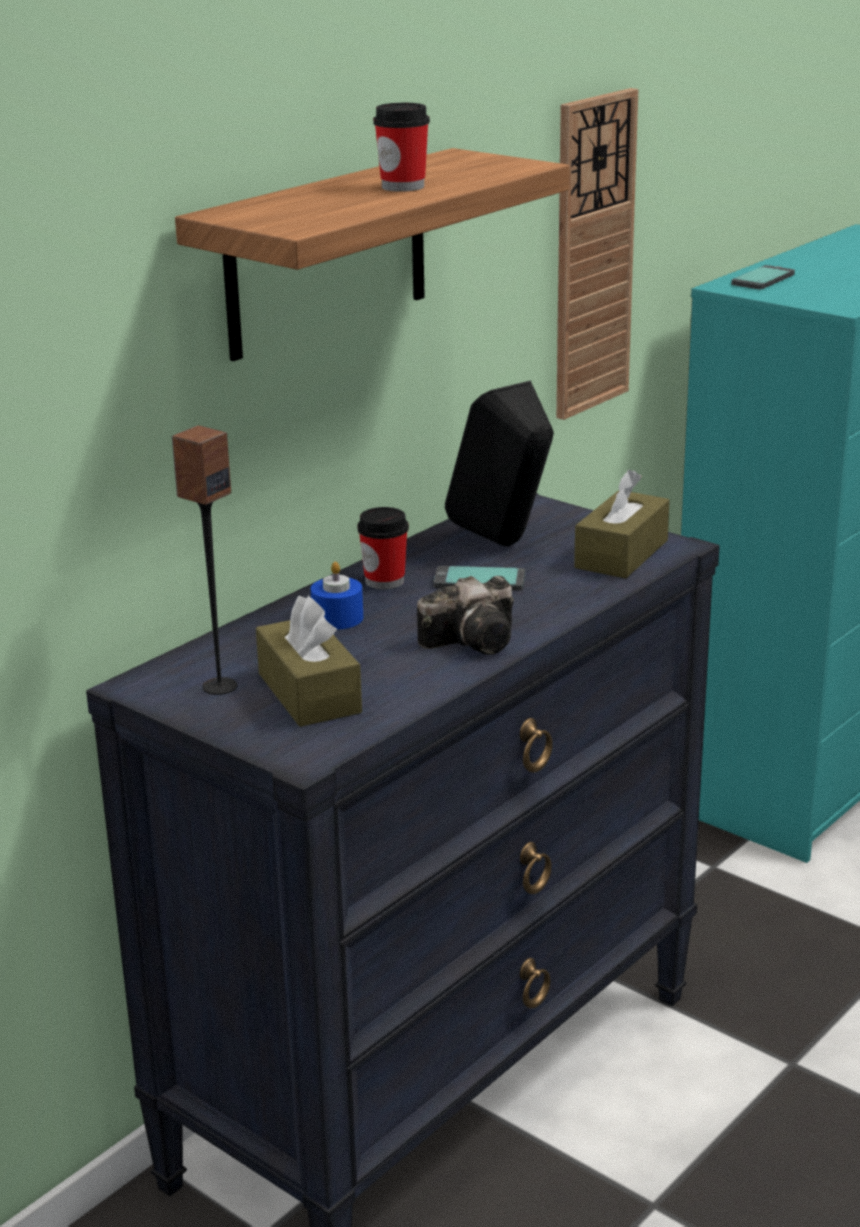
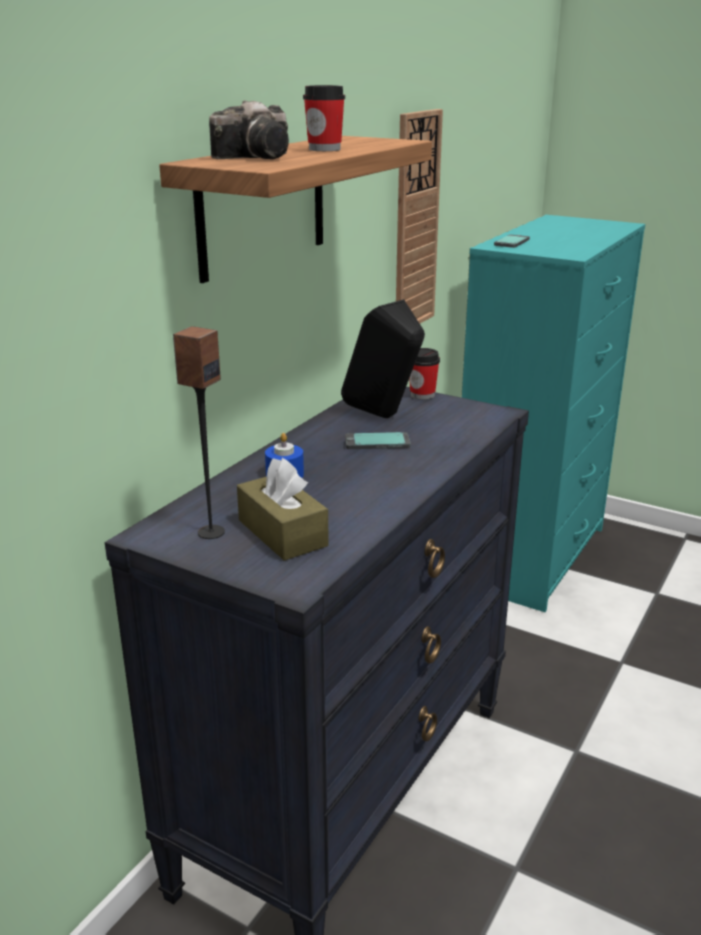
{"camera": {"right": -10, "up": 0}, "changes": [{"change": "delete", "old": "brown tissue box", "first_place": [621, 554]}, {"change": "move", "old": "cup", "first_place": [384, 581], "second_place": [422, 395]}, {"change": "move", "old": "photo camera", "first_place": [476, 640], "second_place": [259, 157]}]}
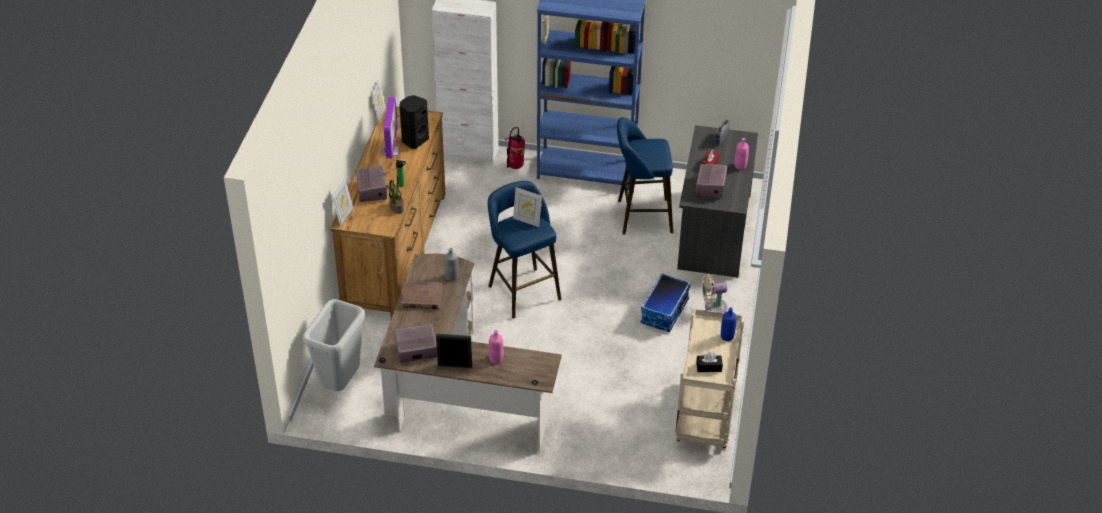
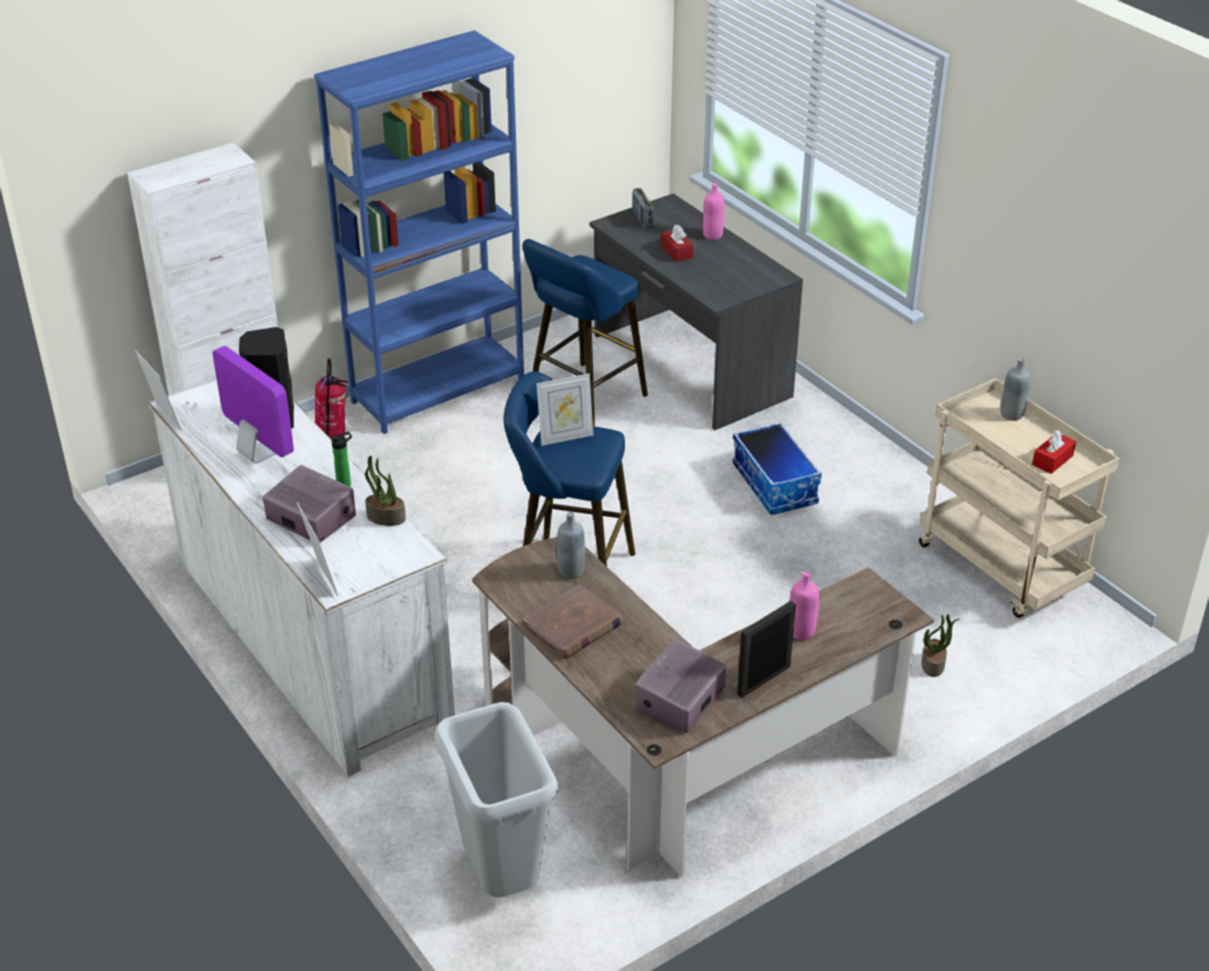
{"camera": {"right": -45, "up": -5}, "changes": [{"change": "delete", "old": "radio", "first_place": [710, 186]}, {"change": "delete", "old": "beige fan", "first_place": [713, 307]}, {"change": "insert", "new": "potted plant", "second_place": [933, 664]}, {"change": "recolor", "old": "brown dresser", "new": "white dresser", "first_place": [395, 250], "second_place": [312, 640]}, {"change": "recolor", "old": "black tissue box", "new": "red tissue box", "first_place": [709, 367], "second_place": [1052, 460]}, {"change": "recolor", "old": "blue bottle", "new": "grey bottle", "first_place": [727, 336], "second_place": [1011, 414]}]}
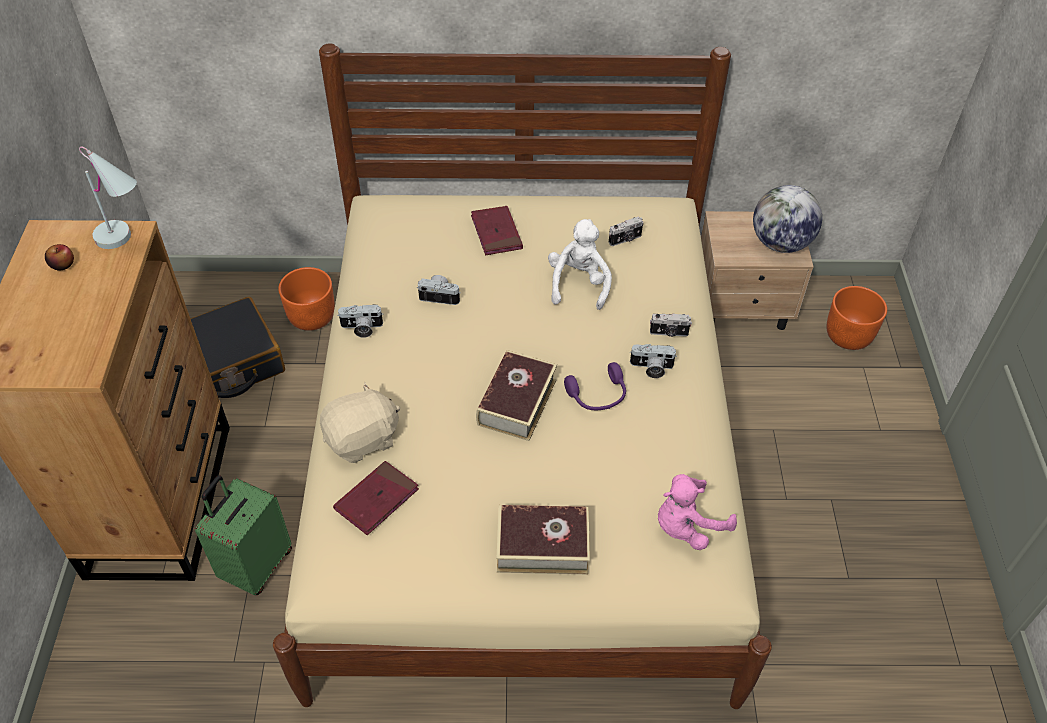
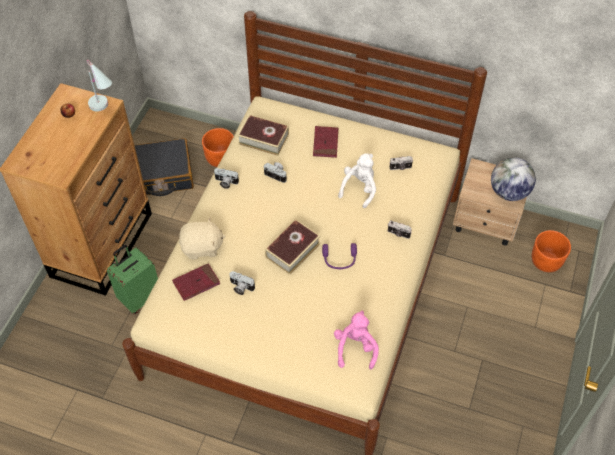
{"camera": {"right": 20, "up": 5}, "changes": [{"change": "move", "old": "book", "first_place": [542, 545], "second_place": [263, 139]}, {"change": "move", "old": "photo camera", "first_place": [651, 368], "second_place": [240, 287]}, {"change": "rotate", "old": "pink plush toy", "first_place": [687, 526], "second_place": [355, 348], "degrees": 105}]}
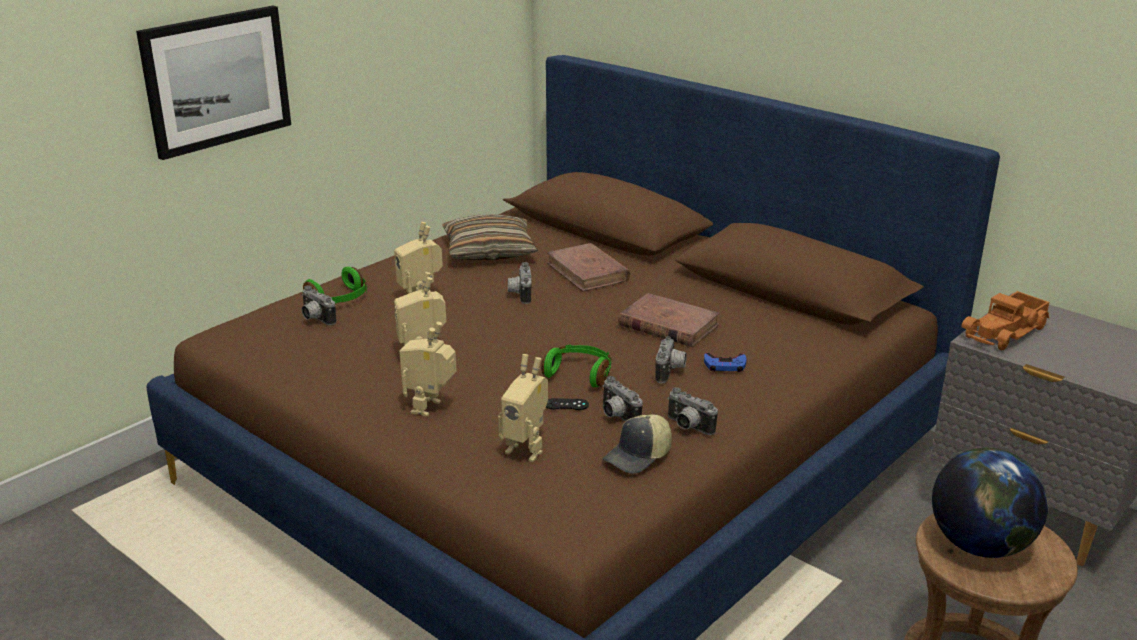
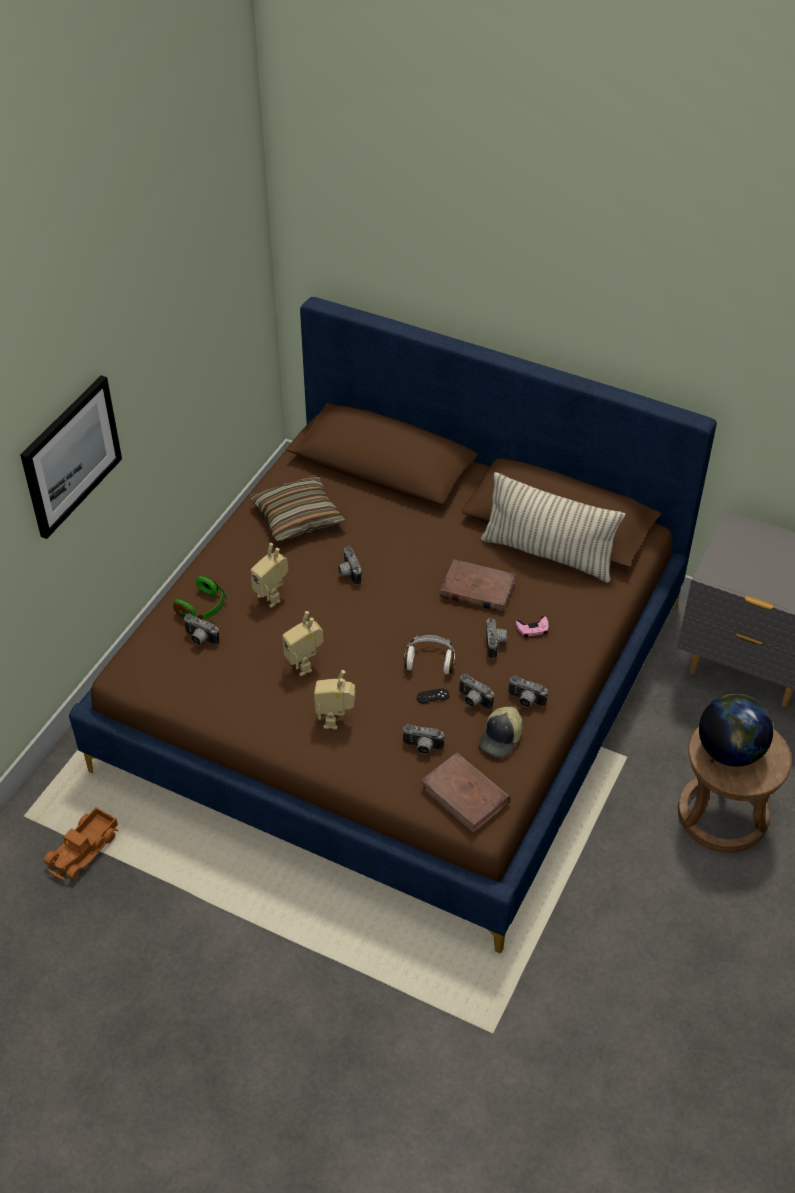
{"camera": {"right": -15, "up": 20}, "changes": [{"change": "insert", "new": "pillow", "second_place": [548, 554]}, {"change": "move", "old": "brown book", "first_place": [587, 272], "second_place": [465, 795]}, {"change": "move", "old": "toy truck", "first_place": [1006, 332], "second_place": [84, 850]}, {"change": "replace", "old": "toy robot", "new": "photo camera", "first_place": [526, 449], "second_place": [422, 748]}, {"change": "recolor", "old": "green headphones", "new": "white headphones", "first_place": [579, 373], "second_place": [430, 660]}, {"change": "recolor", "old": "blue game controller", "new": "pink game controller", "first_place": [725, 366], "second_place": [533, 628]}]}
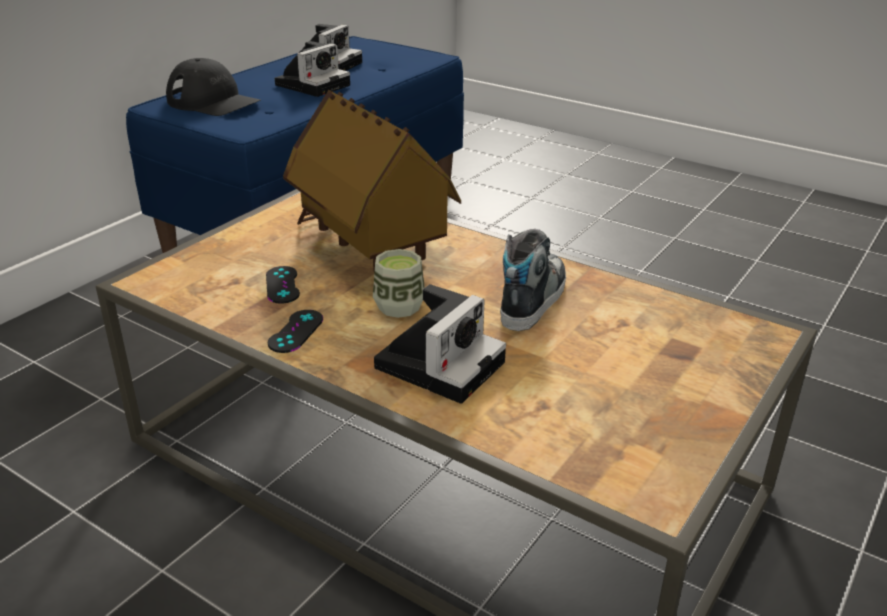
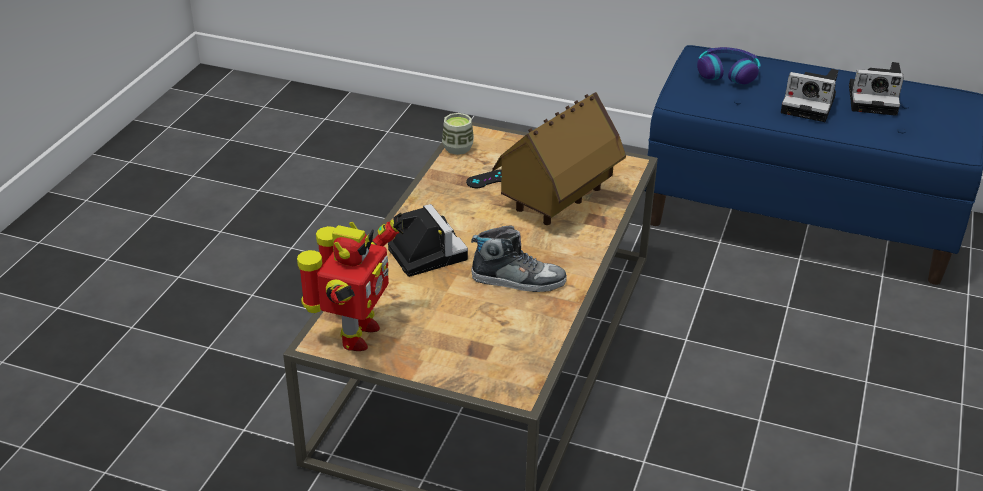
{"camera": {"right": 75, "up": 5}, "changes": [{"change": "delete", "old": "black game controller", "first_place": [296, 331]}, {"change": "insert", "new": "toy robot", "second_place": [355, 336]}, {"change": "move", "old": "cup", "first_place": [399, 306], "second_place": [457, 148]}, {"change": "replace", "old": "black cap", "new": "headphones", "first_place": [213, 102], "second_place": [727, 73]}, {"change": "rotate", "old": "photo camera", "first_place": [441, 362], "second_place": [425, 253], "degrees": -135}]}
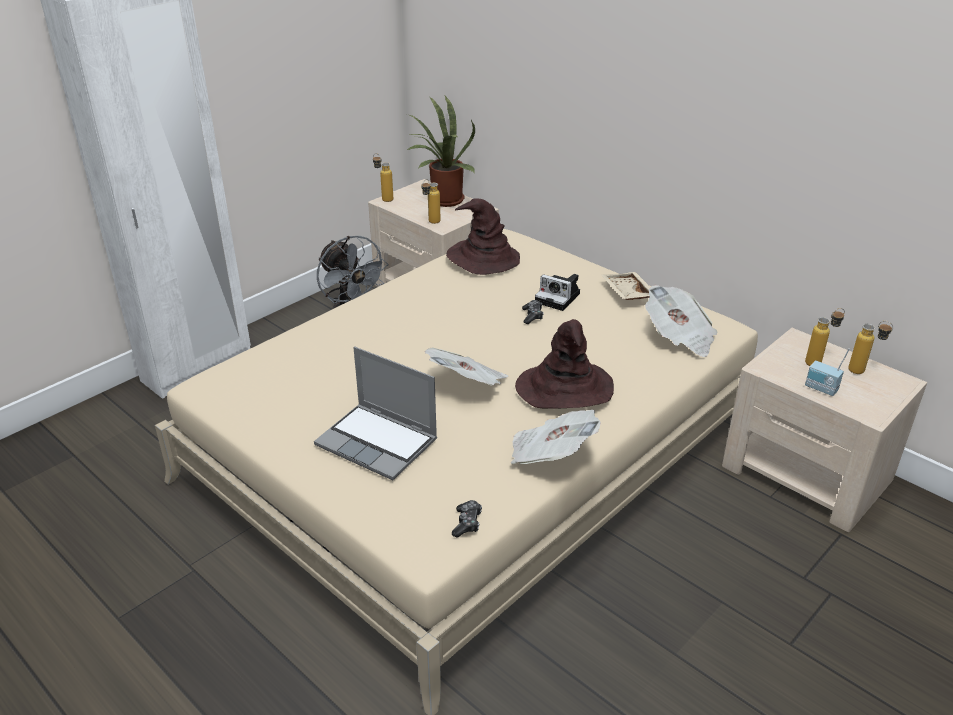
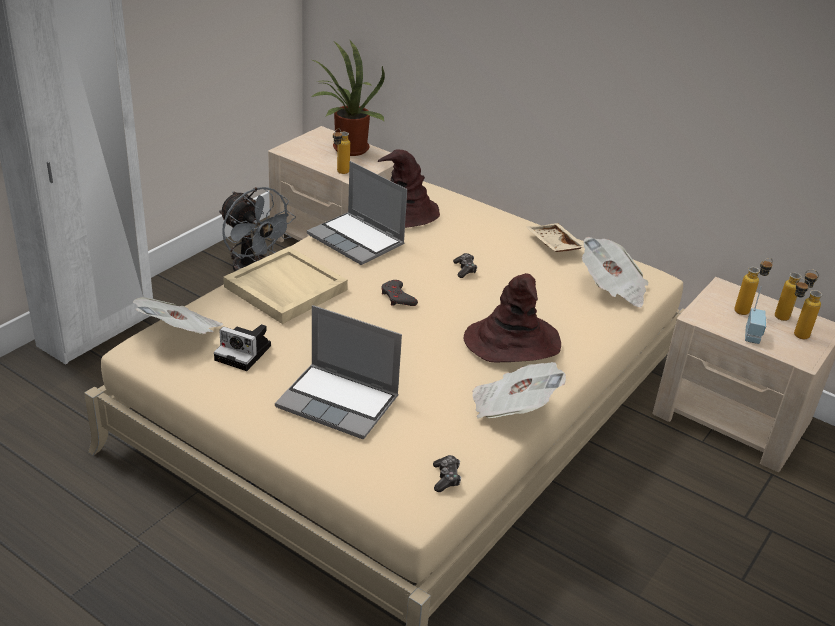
{"camera": {"right": -10, "up": 0}, "changes": [{"change": "insert", "new": "beige tray", "second_place": [284, 288]}, {"change": "insert", "new": "laptop", "second_place": [357, 240]}, {"change": "insert", "new": "grey game controller", "second_place": [397, 297]}, {"change": "move", "old": "bottle", "first_place": [384, 198], "second_place": [794, 333]}, {"change": "move", "old": "newspaper", "first_place": [468, 384], "second_place": [181, 334]}, {"change": "move", "old": "photo camera", "first_place": [559, 298], "second_place": [245, 353]}, {"change": "rotate", "old": "radio", "first_place": [820, 389], "second_place": [753, 336], "degrees": -105}]}
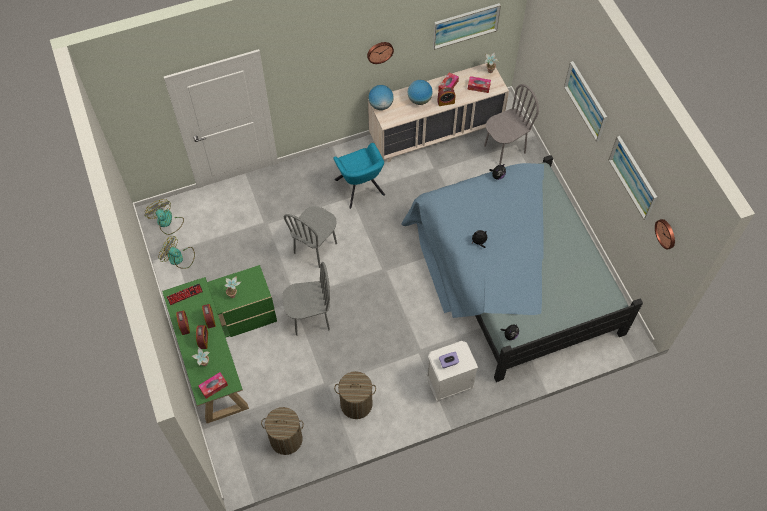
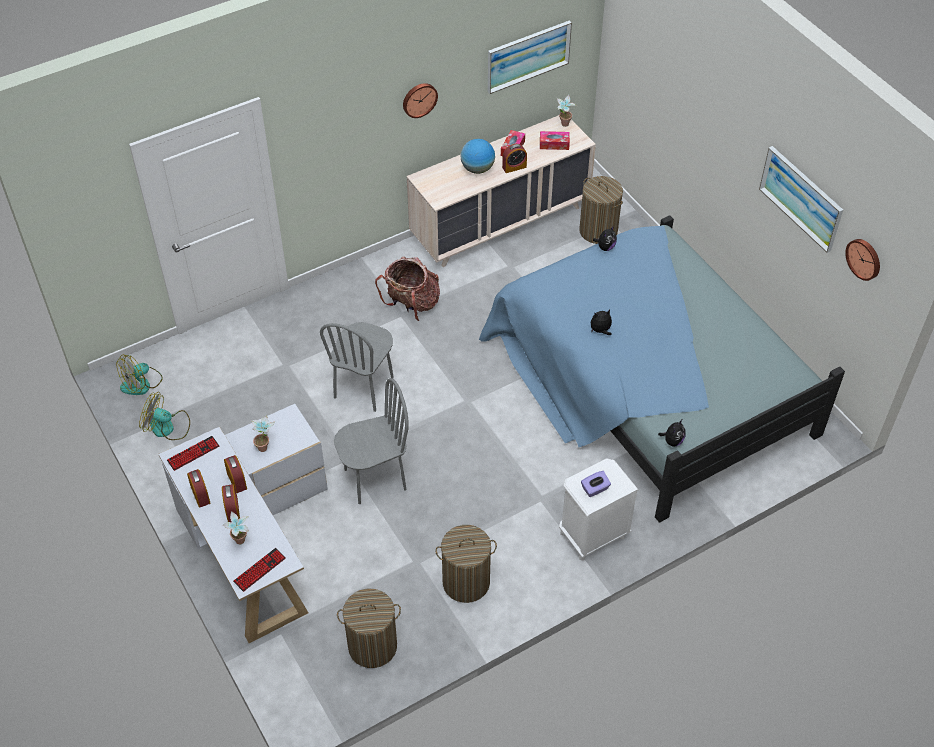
{"camera": {"right": -10, "up": -10}, "changes": [{"change": "delete", "old": "globe", "first_place": [381, 105]}, {"change": "delete", "old": "picture", "first_place": [586, 100]}, {"change": "replace", "old": "tissue box", "new": "keyboard", "first_place": [213, 387], "second_place": [259, 570]}, {"change": "replace", "old": "turquoise armchair", "new": "backpack", "first_place": [360, 188], "second_place": [412, 304]}, {"change": "replace", "old": "grey chair", "new": "laundry basket", "first_place": [504, 149], "second_place": [598, 231]}, {"change": "recolor", "old": "green desk", "new": "white desk", "first_place": [222, 351], "second_place": [253, 540]}, {"change": "rotate", "old": "fan", "first_place": [167, 222], "second_place": [141, 383], "degrees": -90}]}
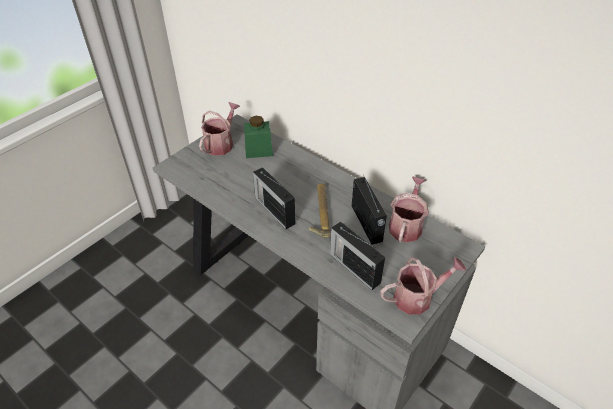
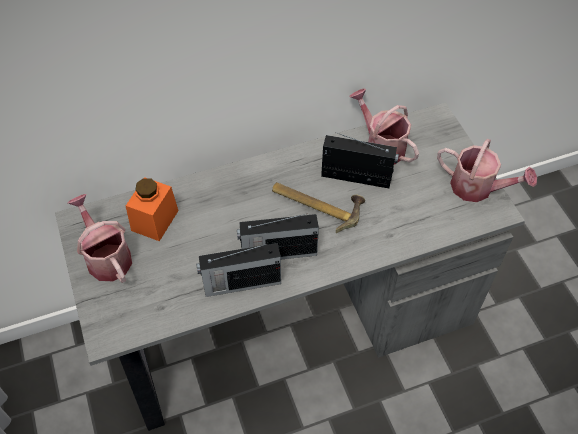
{"camera": {"right": -60, "up": 10}, "changes": [{"change": "move", "old": "radio", "first_place": [354, 267], "second_place": [240, 283]}, {"change": "recolor", "old": "green jar", "new": "orange jar", "first_place": [258, 150], "second_place": [155, 220]}, {"change": "rotate", "old": "watering can", "first_place": [417, 297], "second_place": [478, 188], "degrees": 105}]}
